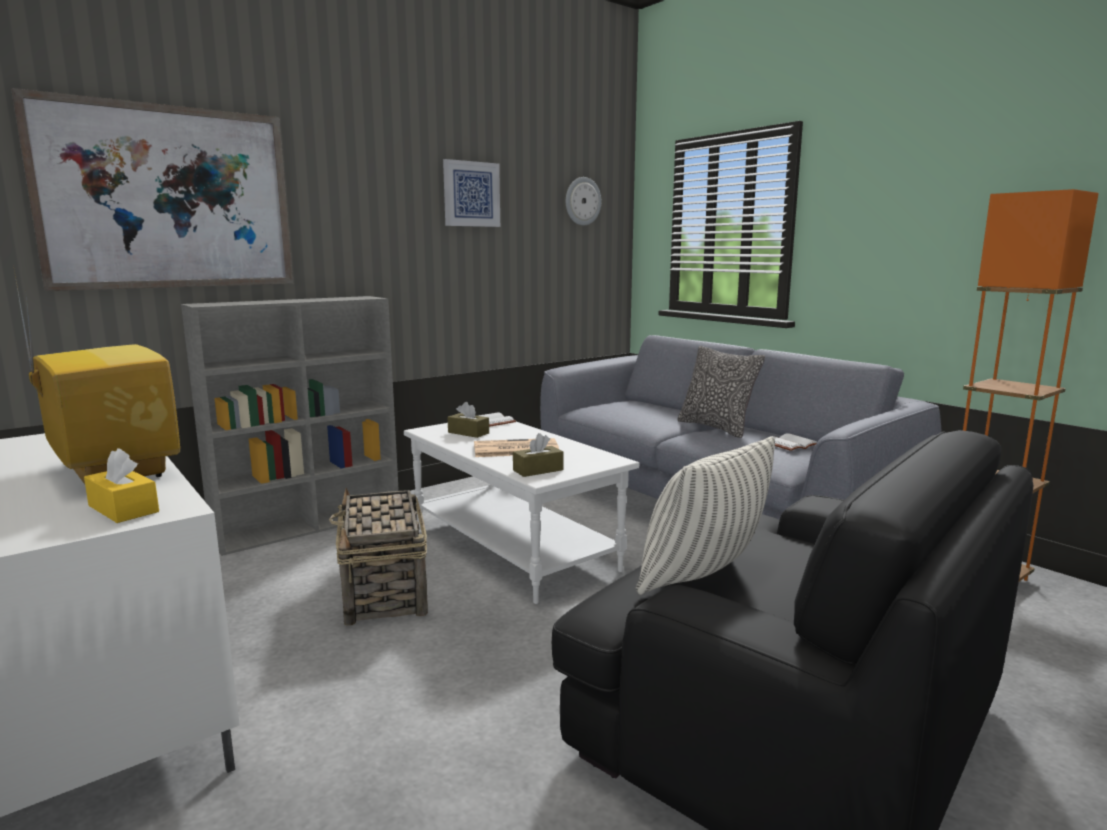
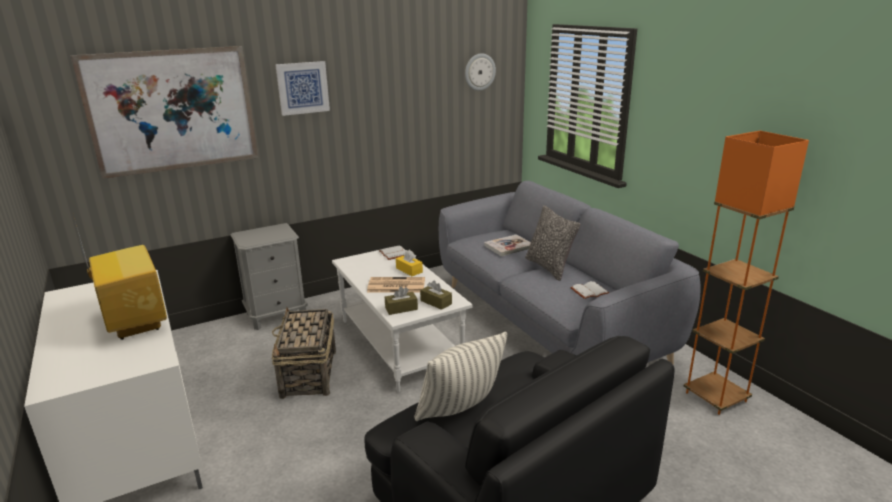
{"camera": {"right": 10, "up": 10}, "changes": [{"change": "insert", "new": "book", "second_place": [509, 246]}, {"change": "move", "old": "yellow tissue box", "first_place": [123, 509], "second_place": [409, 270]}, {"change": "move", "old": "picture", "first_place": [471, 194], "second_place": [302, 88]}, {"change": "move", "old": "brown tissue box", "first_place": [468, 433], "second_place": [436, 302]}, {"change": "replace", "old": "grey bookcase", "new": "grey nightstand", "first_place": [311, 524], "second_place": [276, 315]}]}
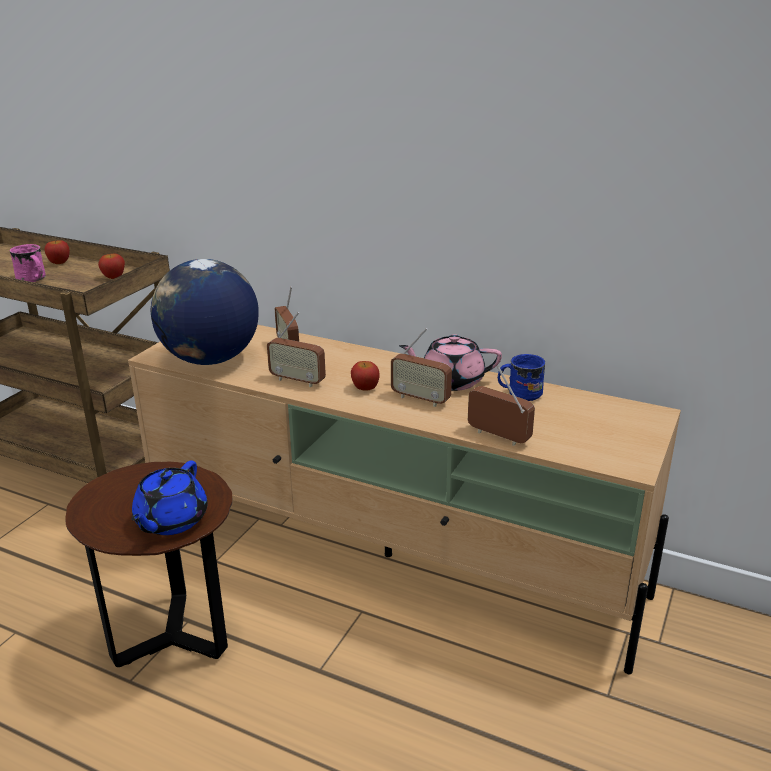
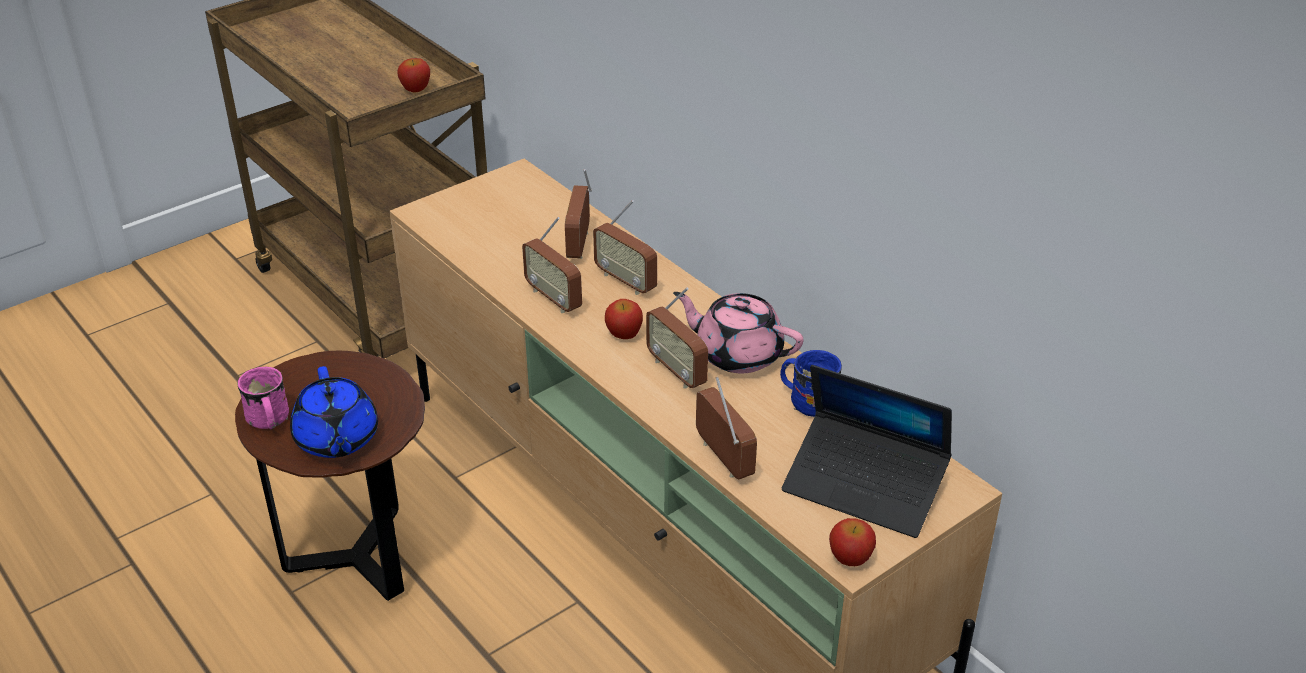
{"camera": {"right": 25, "up": 10}, "changes": [{"change": "delete", "old": "globe", "first_place": [210, 359]}, {"change": "insert", "new": "radio", "second_place": [626, 281]}, {"change": "insert", "new": "laptop", "second_place": [864, 486]}, {"change": "move", "old": "pink mug", "first_place": [33, 280], "second_place": [268, 422]}, {"change": "move", "old": "apple", "first_place": [59, 262], "second_place": [850, 558]}, {"change": "rotate", "old": "blue teapot", "first_place": [170, 521], "second_place": [337, 439], "degrees": -60}]}
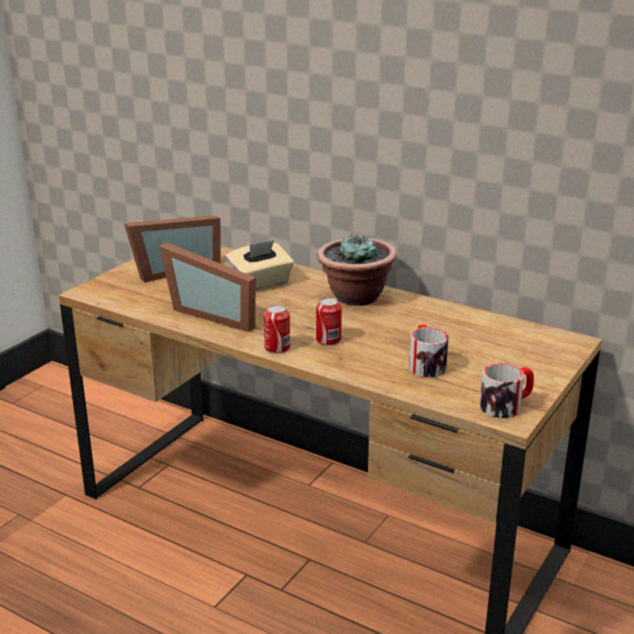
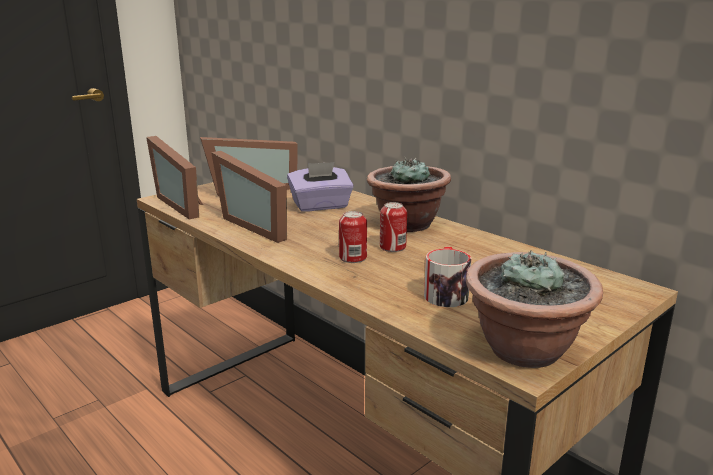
{"camera": {"right": 15, "up": -5}, "changes": [{"change": "insert", "new": "picture frame", "second_place": [184, 204]}, {"change": "move", "old": "can", "first_place": [277, 347], "second_place": [392, 247]}, {"change": "replace", "old": "mug", "new": "potted plant", "first_place": [506, 405], "second_place": [525, 351]}, {"change": "recolor", "old": "beige tissue box", "new": "purple tissue box", "first_place": [260, 284], "second_place": [321, 206]}]}
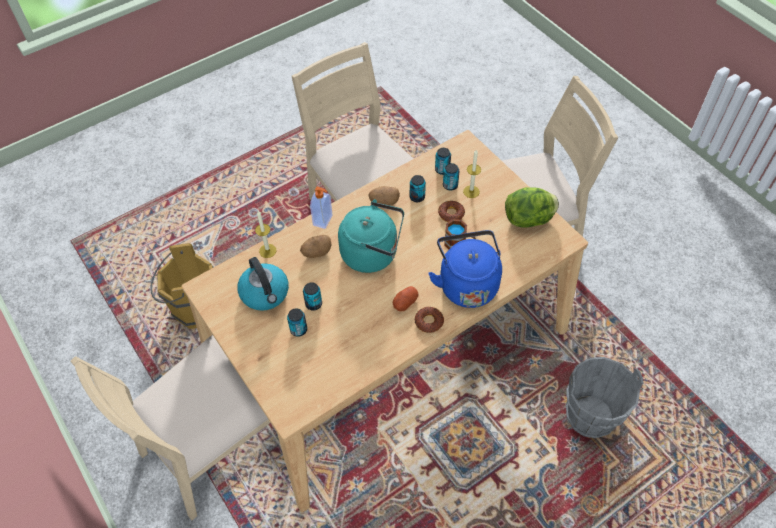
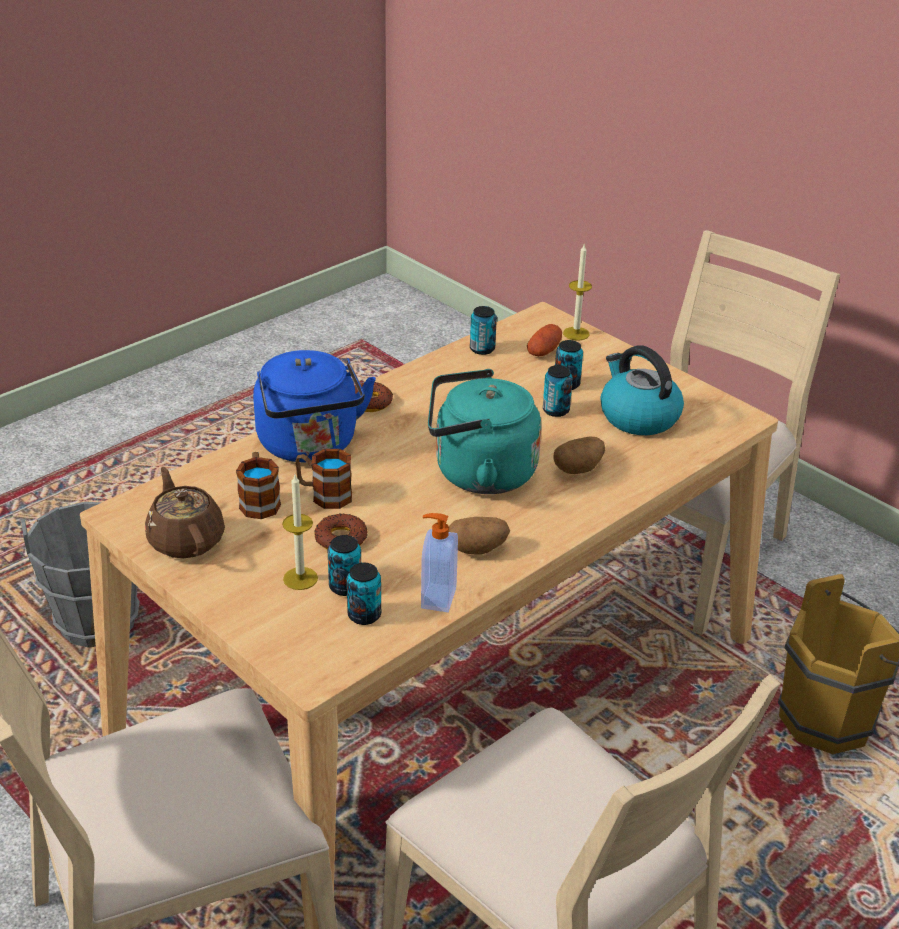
{"camera": {"right": 170, "up": -20}, "changes": [{"change": "insert", "new": "mug", "second_place": [259, 501]}, {"change": "move", "old": "candle", "first_place": [267, 251], "second_place": [576, 333]}, {"change": "move", "old": "soap dispenser", "first_place": [323, 220], "second_place": [437, 598]}, {"change": "move", "old": "potato", "first_place": [405, 302], "second_place": [544, 351]}, {"change": "move", "old": "can", "first_place": [417, 197], "second_place": [482, 349]}, {"change": "replace", "old": "lettuce", "new": "brown teapot", "first_place": [529, 219], "second_place": [186, 540]}]}
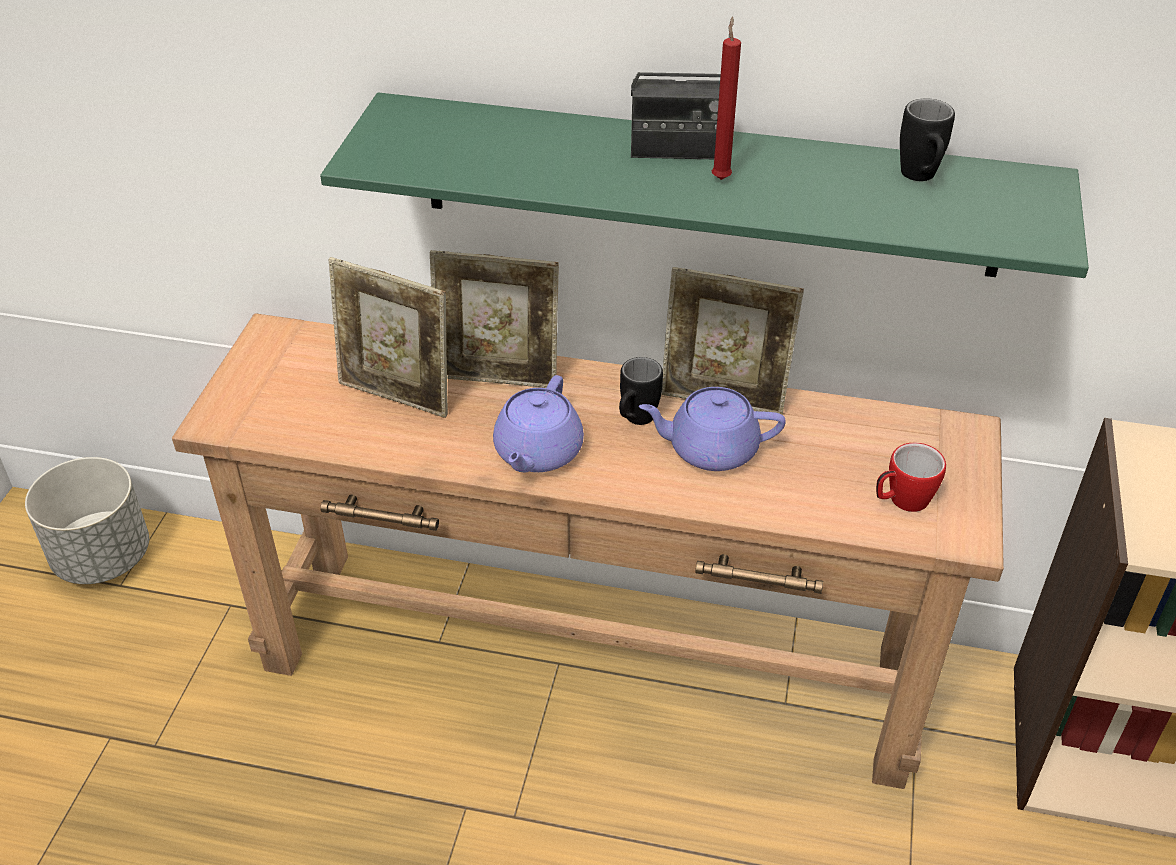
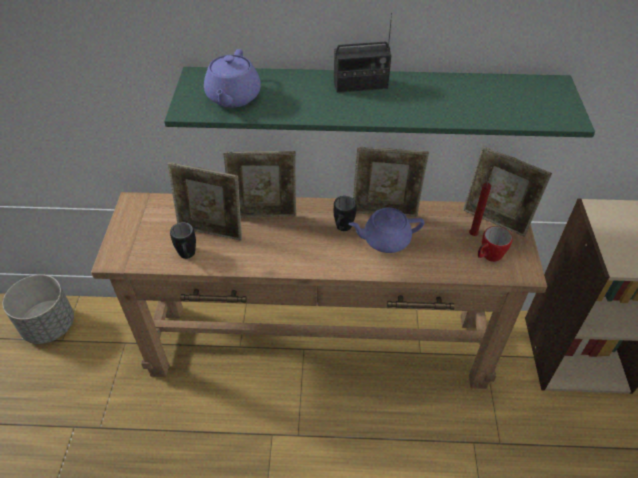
{"camera": {"right": -10, "up": 5}, "changes": [{"change": "insert", "new": "picture frame", "second_place": [495, 221]}, {"change": "move", "old": "purple teapot", "first_place": [537, 452], "second_place": [233, 97]}, {"change": "move", "old": "red candle", "first_place": [721, 177], "second_place": [472, 234]}, {"change": "move", "old": "black mug", "first_place": [921, 179], "second_place": [187, 257]}]}
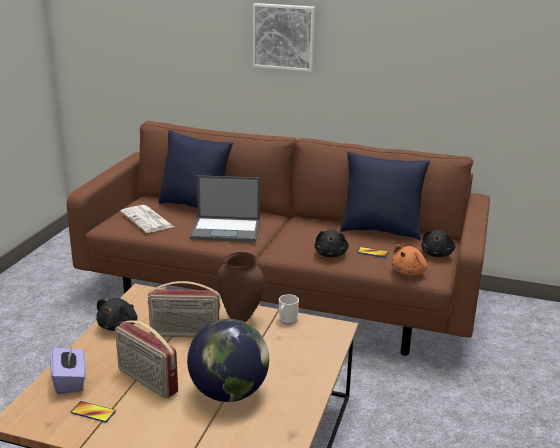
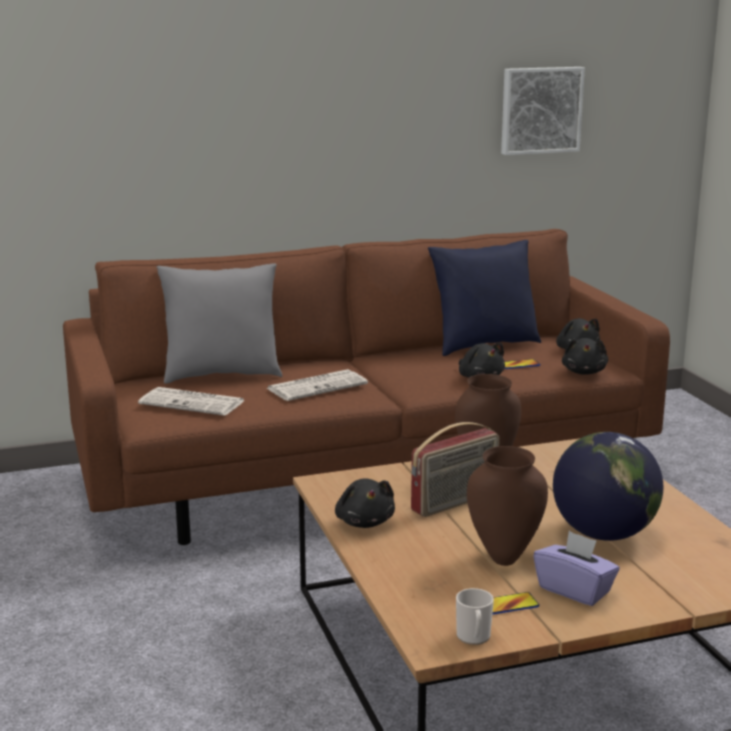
{"camera": {"right": -35, "up": -5}, "changes": [{"change": "move", "old": "purple tissue box", "first_place": [70, 381], "second_place": [574, 590]}, {"change": "move", "old": "picture", "first_place": [284, 36], "second_place": [540, 110]}, {"change": "move", "old": "mug", "first_place": [287, 320], "second_place": [474, 638]}, {"change": "replace", "old": "radio", "new": "brown vase", "first_place": [146, 381], "second_place": [504, 557]}, {"change": "replace", "old": "laptop", "new": "newspaper", "first_place": [227, 229], "second_place": [317, 386]}, {"change": "recolor", "old": "blue pillow", "new": "grey pillow", "first_place": [195, 206], "second_place": [222, 374]}, {"change": "recolor", "old": "orange plush toy", "new": "black plush toy", "first_place": [409, 272], "second_place": [584, 372]}]}
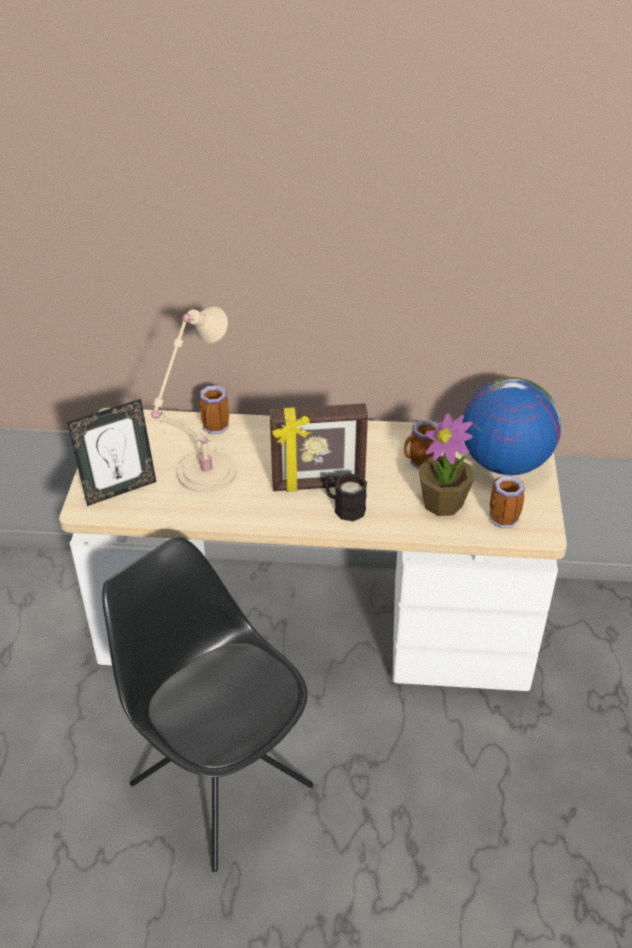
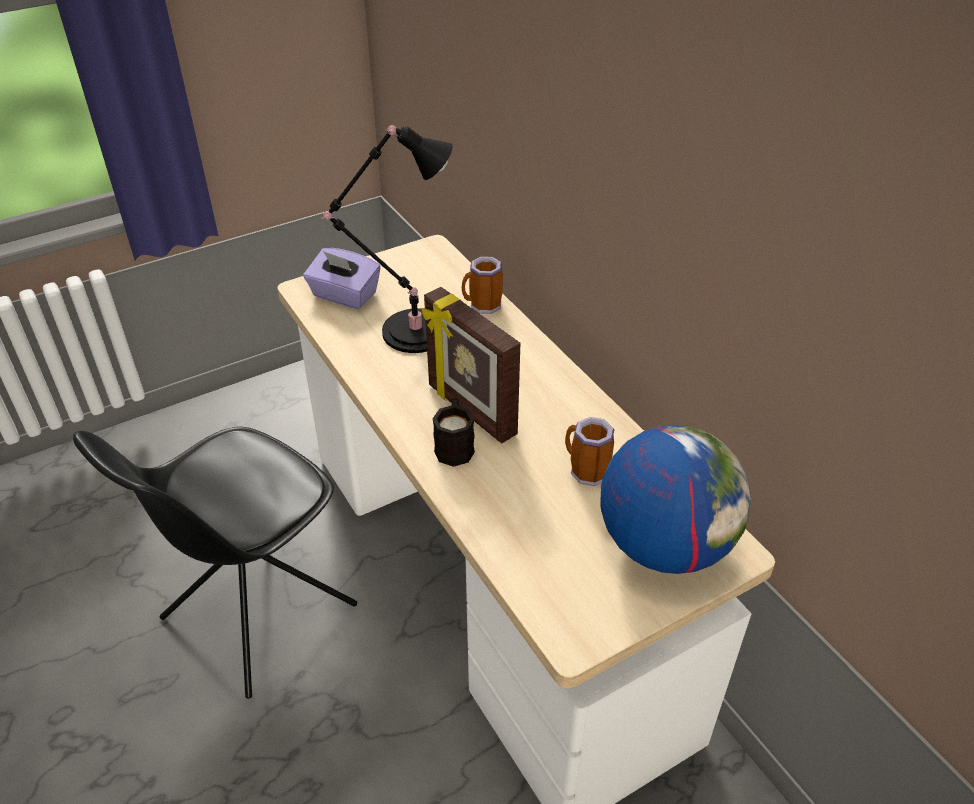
{"camera": {"right": 55, "up": 0}, "changes": [{"change": "delete", "old": "potted plant", "first_place": [443, 503]}, {"change": "delete", "old": "mug", "first_place": [500, 517]}, {"change": "replace", "old": "picture frame", "new": "purple tissue box", "first_place": [120, 490], "second_place": [344, 295]}, {"change": "recolor", "old": "beige table lamp", "new": "black table lamp", "first_place": [203, 475], "second_place": [409, 331]}, {"change": "rotate", "old": "black chair", "first_place": [219, 782], "second_place": [256, 613], "degrees": -150}]}
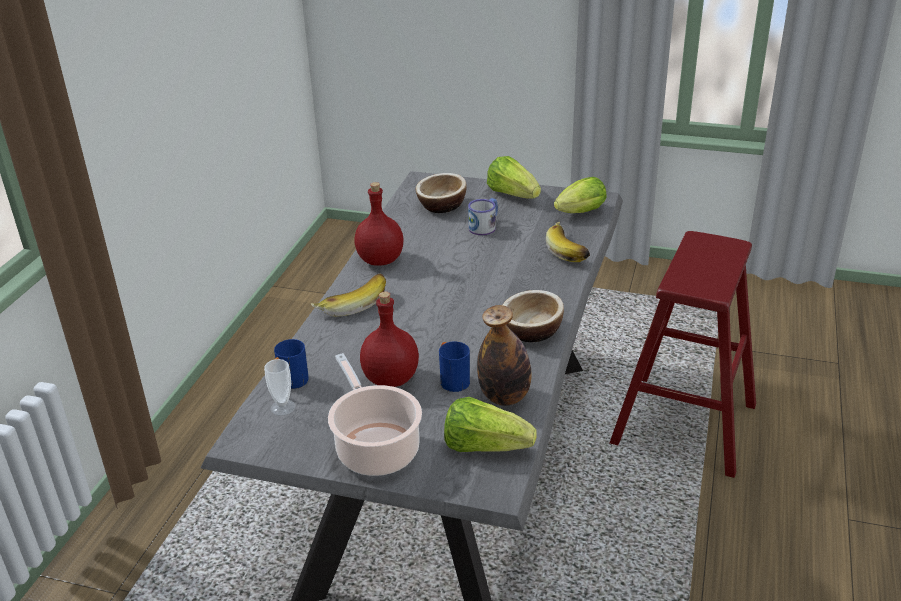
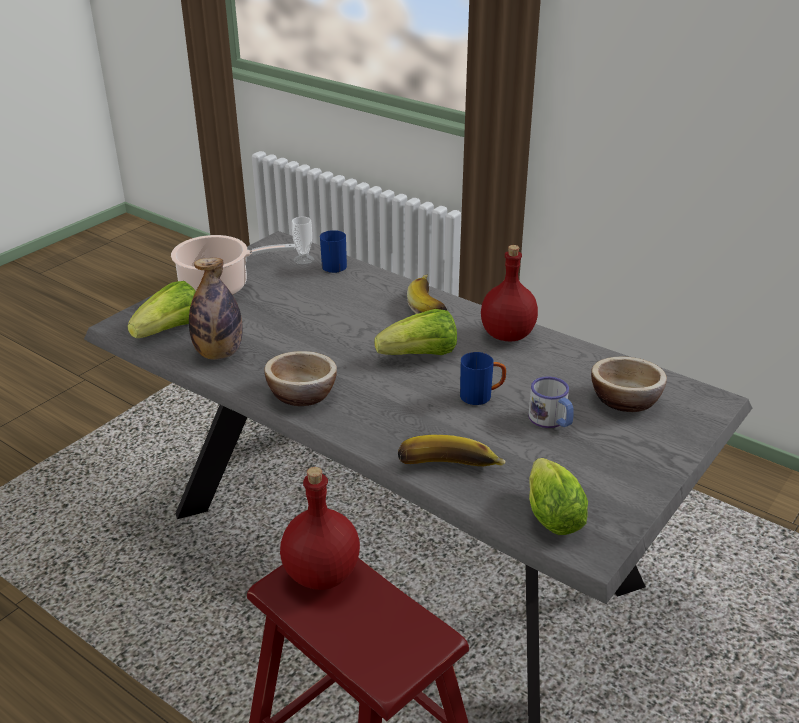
{"camera": {"right": 110, "up": 0}, "changes": [{"change": "move", "old": "red bottle", "first_place": [390, 379], "second_place": [321, 573]}, {"change": "move", "old": "blue mug", "first_place": [452, 379], "second_place": [482, 396]}, {"change": "move", "old": "lettuce", "first_place": [512, 194], "second_place": [420, 355]}]}
